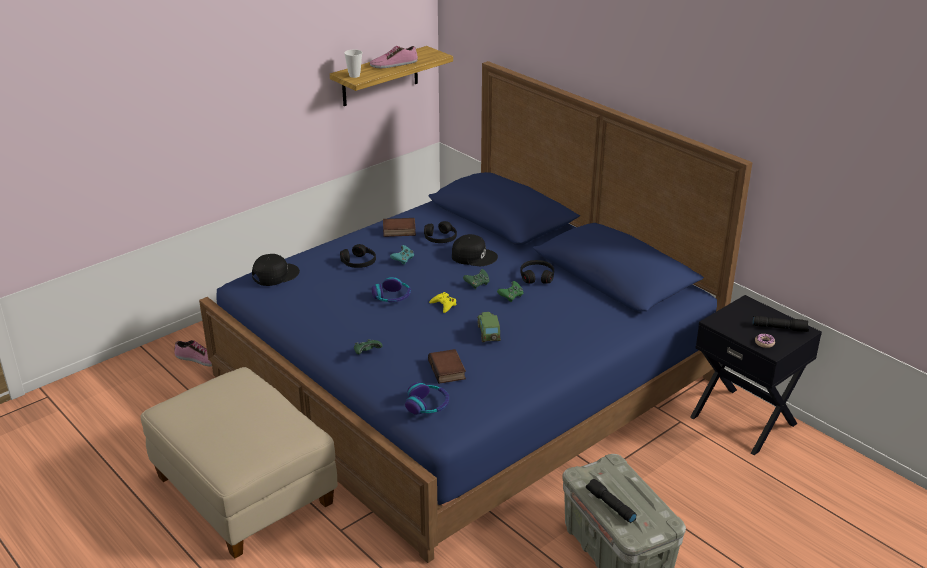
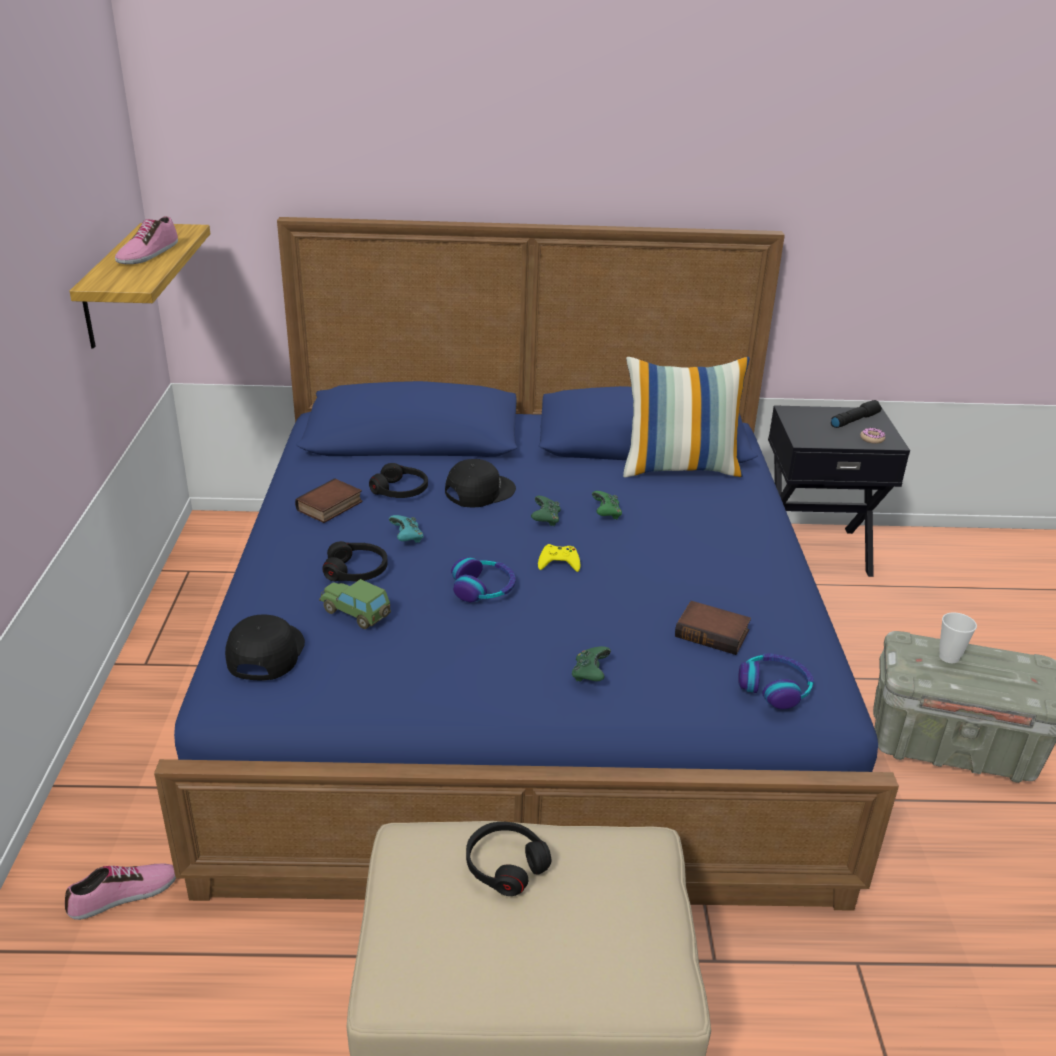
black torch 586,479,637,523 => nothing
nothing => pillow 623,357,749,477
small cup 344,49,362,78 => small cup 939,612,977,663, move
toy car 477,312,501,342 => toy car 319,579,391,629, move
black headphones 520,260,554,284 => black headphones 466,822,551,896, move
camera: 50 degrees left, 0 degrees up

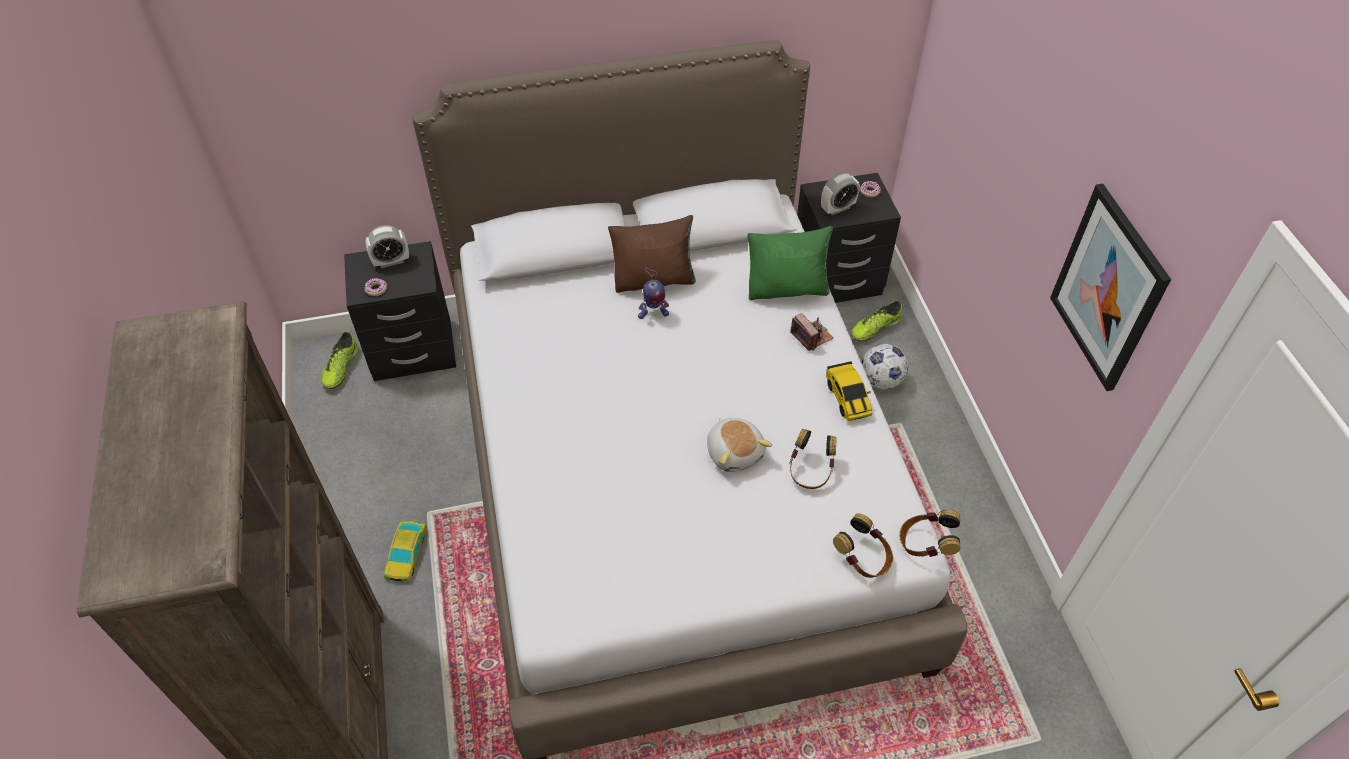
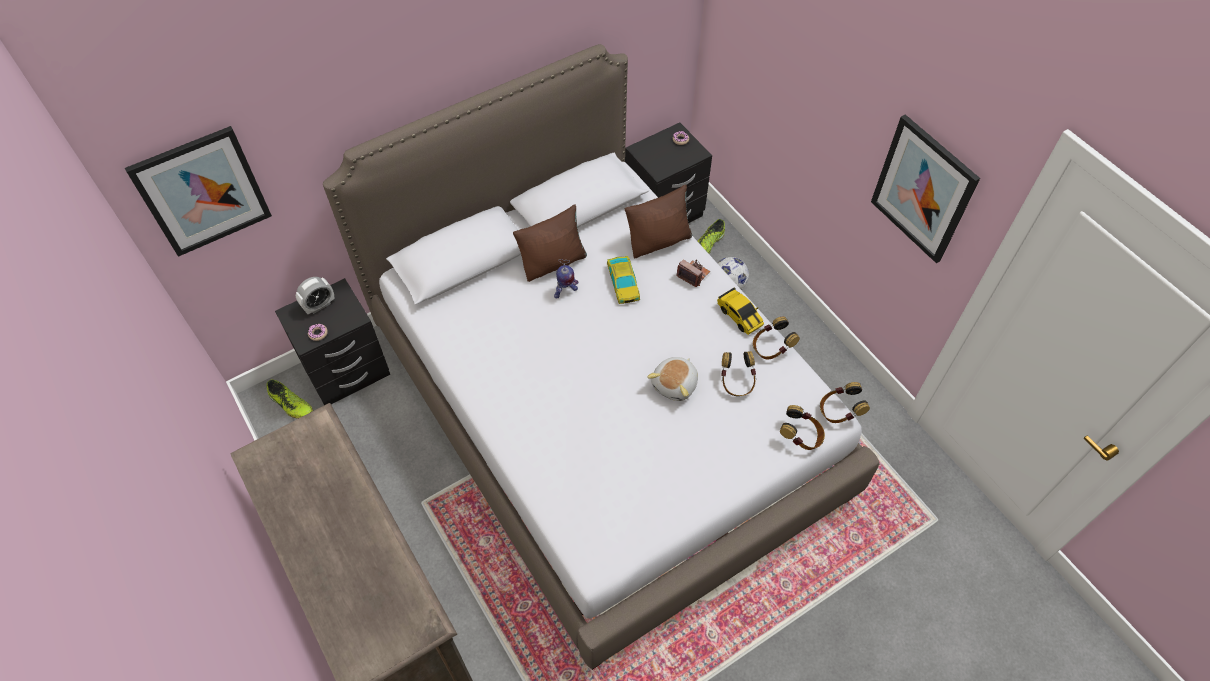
alarm clock 821,172,860,215 => nothing
nothing => wall art 125,126,272,257
nothing => headphones 753,316,800,359
toy car 384,521,427,582 => toy car 607,256,640,304, move
green-coloured pillow 747,226,833,300 => brown-coloured pillow 625,185,692,258
low shoe 321,332,359,389 => low shoe 266,379,313,419, 45 degrees counterclockwise
cuddly toy 707,418,772,472 => cuddly toy 647,357,698,401, 75 degrees clockwise
camera: 20 degrees left, 5 degrees up

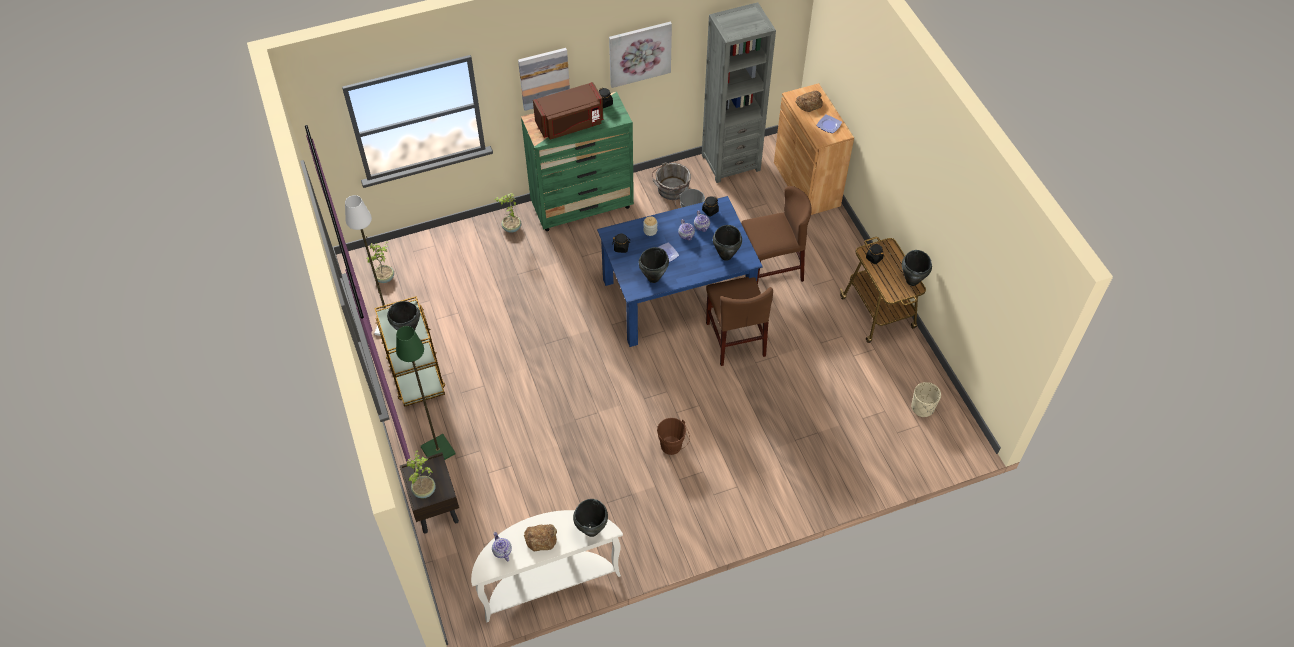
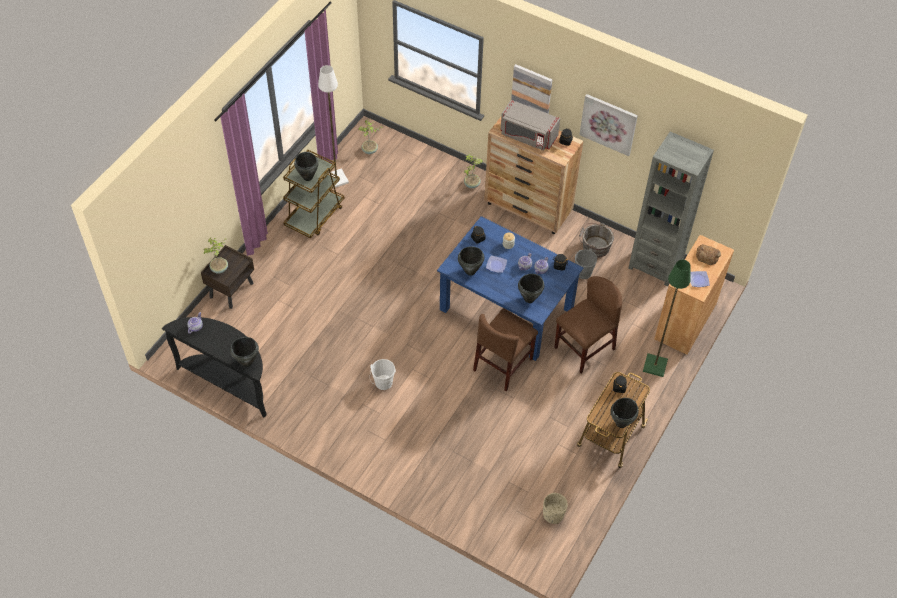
bakery bread 524,524,557,551 => nothing
green-coloured standard lamp 396,326,456,460 => green-coloured standard lamp 643,260,691,377, move
white-coloured hall table 471,510,623,623 => black hall table 162,317,267,418
green-coloured chest of drawers 521,92,634,231 => brown-coloured chest of drawers 484,117,583,234
brown-coloured kitchen microwave 533,82,603,140 => gray kitchen microwave 500,100,560,151
brown-coloured bucket 657,418,690,455 => white-coloured bucket 370,359,396,390
brown-coloured chair 741,186,812,284 => brown-coloured chair 554,276,622,373, 75 degrees counterclockwise
camera: 50 degrees right, 0 degrees up

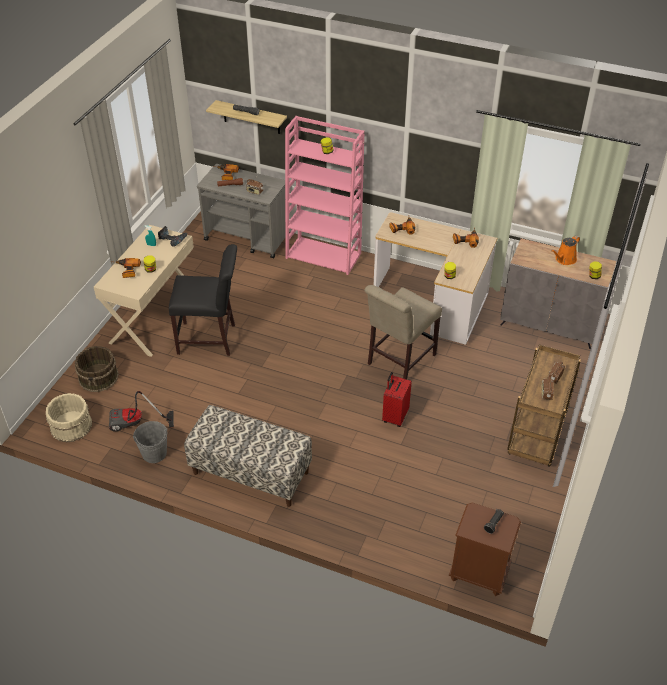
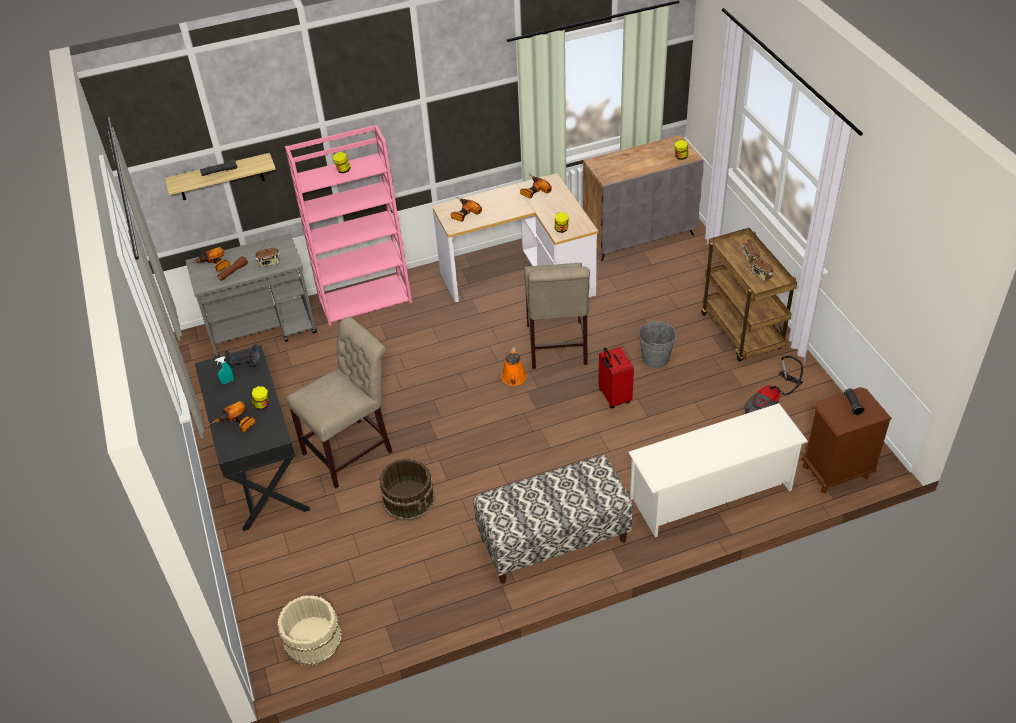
nothing => white-coloured shoe rack 628,403,808,537
brown-coloured bucket 75,346,119,392 => brown-coloured bucket 379,458,435,521, move
vacuum 109,391,174,432 => vacuum 744,356,803,414, move
gray bucket 133,421,168,463 => gray bucket 639,321,676,368, move
orangey sprinkling can 551,235,580,265 => orangey sprinkling can 502,347,527,386, move
beige desk 94,225,194,357 => black desk 195,345,310,531
black chair 169,244,237,356 => beige chair 286,316,393,488
camera: 40 degrees left, 0 degrees up

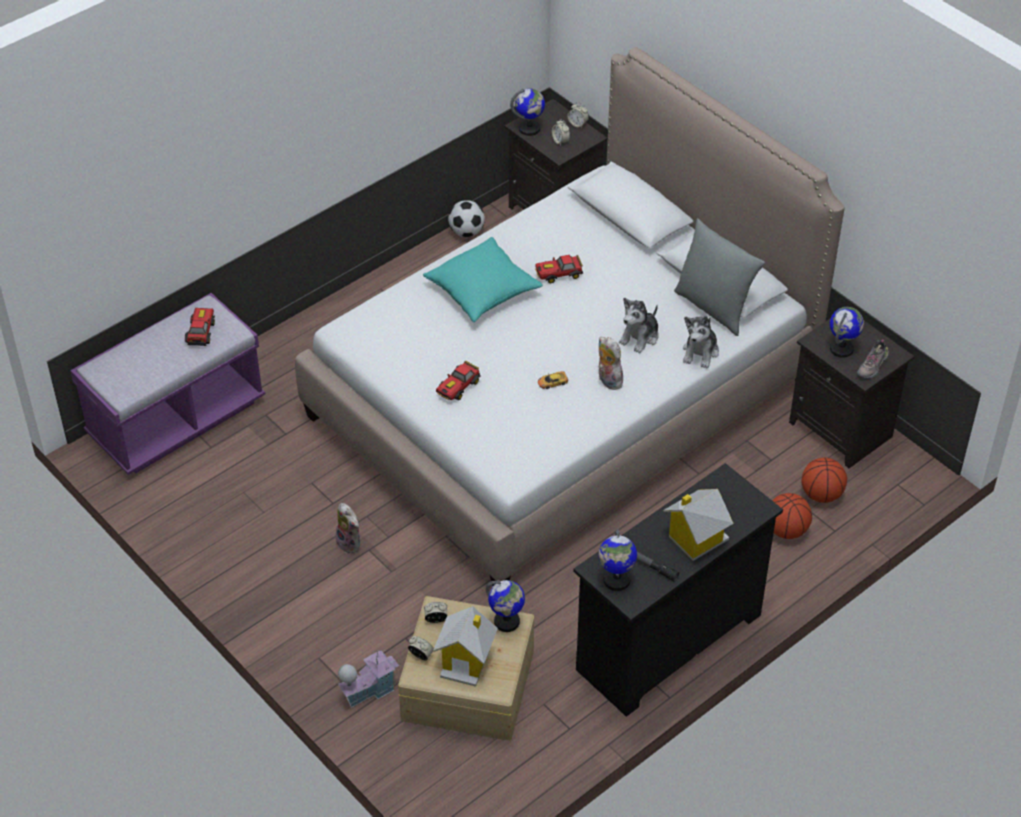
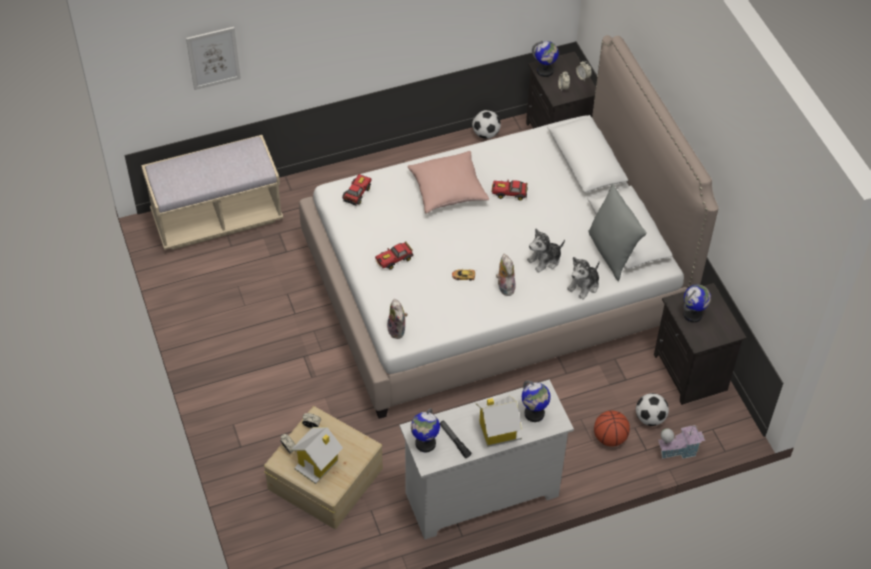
low shoe 857,339,889,379 => nothing
nothing => wall art 186,27,241,90
toy car 185,308,215,346 => toy car 342,174,372,206, move
cuddly toy 336,503,360,553 => cuddly toy 387,299,408,339, move
toy house 338,650,399,708 => toy house 658,425,705,459, move
desk globe 486,580,525,632 => desk globe 522,381,551,422, move
basketball ball 801,458,847,503 => ball for football 636,393,669,426
purplish long seat 70,293,265,475 => beige long seat 141,135,283,250
turquoise-coloured pillow 423,237,543,322 => pink pillow 408,151,489,214
black chest of drawers 573,463,783,717 => white-coloured chest of drawers 400,379,574,540
camera: 20 degrees right, 5 degrees up

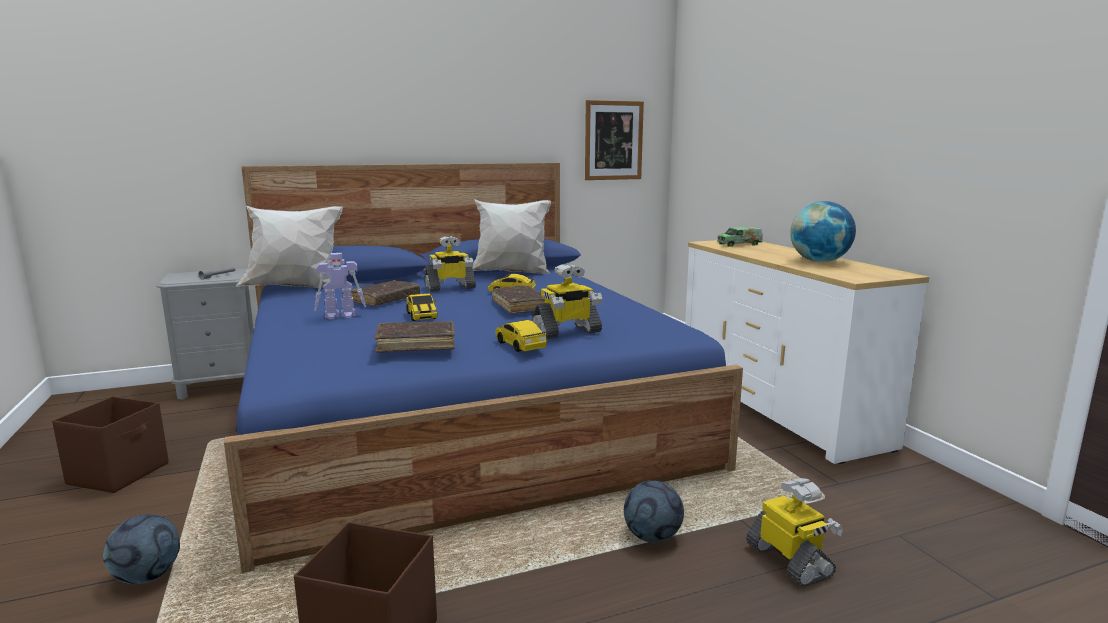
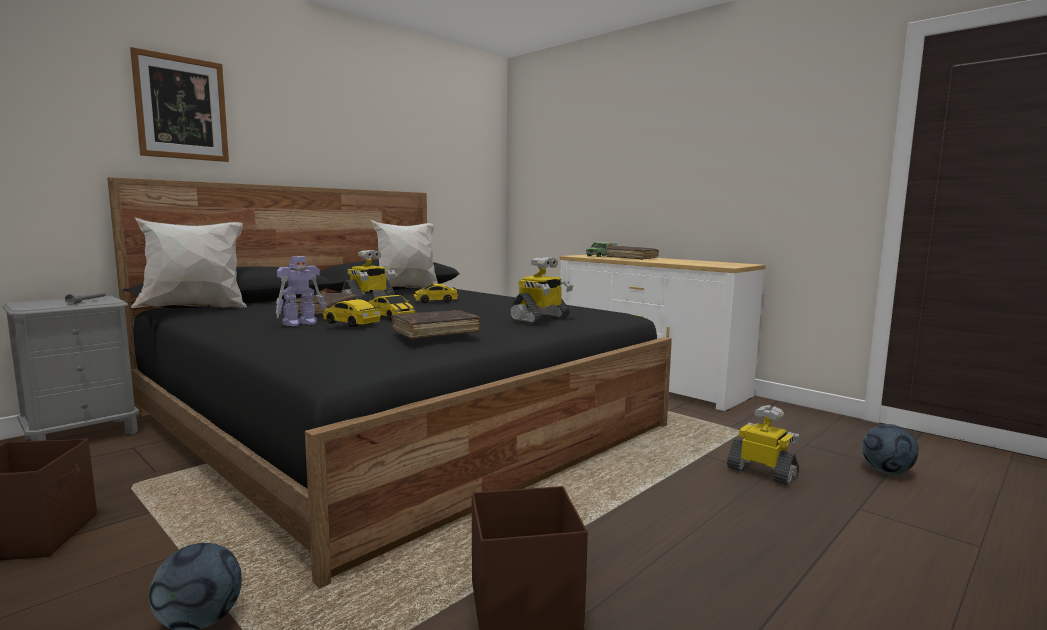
desk globe 790,201,856,262 => nothing
brown-coloured book 492,285,545,314 => brown-coloured book 606,246,659,260, move
toy car 495,320,547,352 => toy car 323,299,381,327, move
wall art 585,100,644,180 => wall art 130,47,229,162, move
ball for football 624,481,684,543 => ball for football 862,424,919,475, move
bluish bedroom bed 224,163,743,573 => black bedroom bed 107,177,672,588
camera: 25 degrees left, 5 degrees down

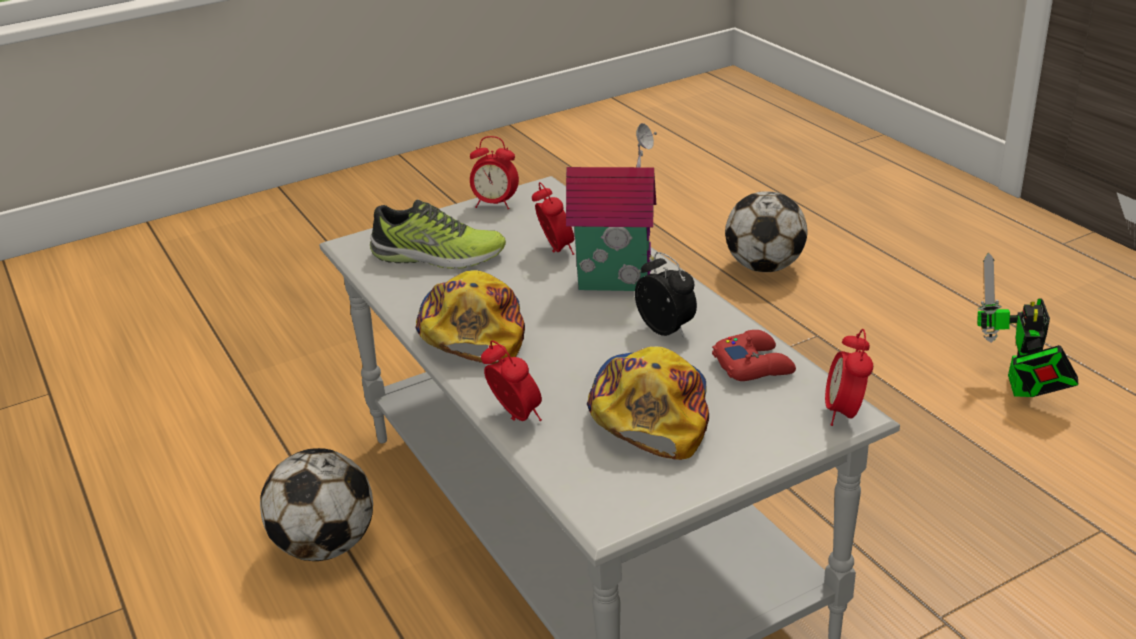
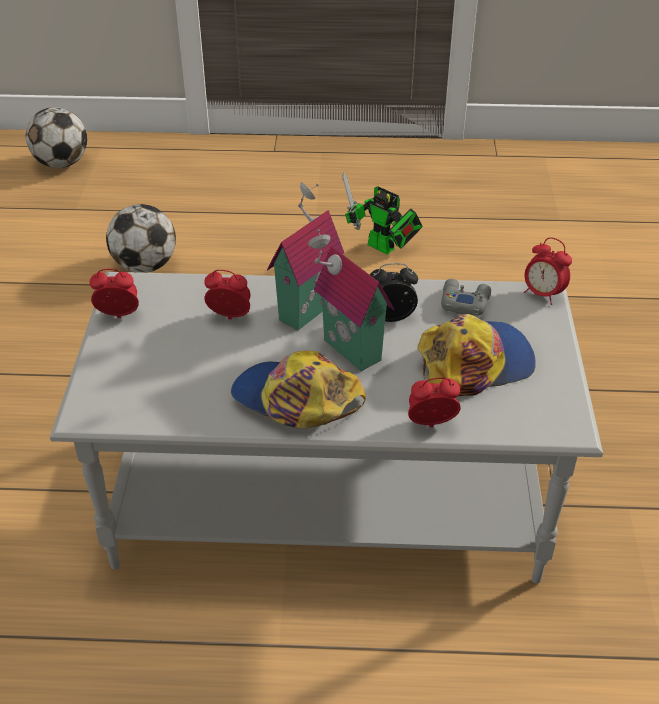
low shoe 370,199,506,269 => nothing
nothing => toy house 308,229,394,371
ball for football 260,448,373,561 => ball for football 25,107,87,168, move
red-coloured gamepad 712,330,796,381 => gray gamepad 441,279,491,316
alarm clock 470,136,519,210 => alarm clock 90,269,139,318, 135 degrees counterclockwise
peaked cap 587,346,709,460 => peaked cap 417,314,536,396, 120 degrees clockwise
camera: 60 degrees left, 10 degrees up

